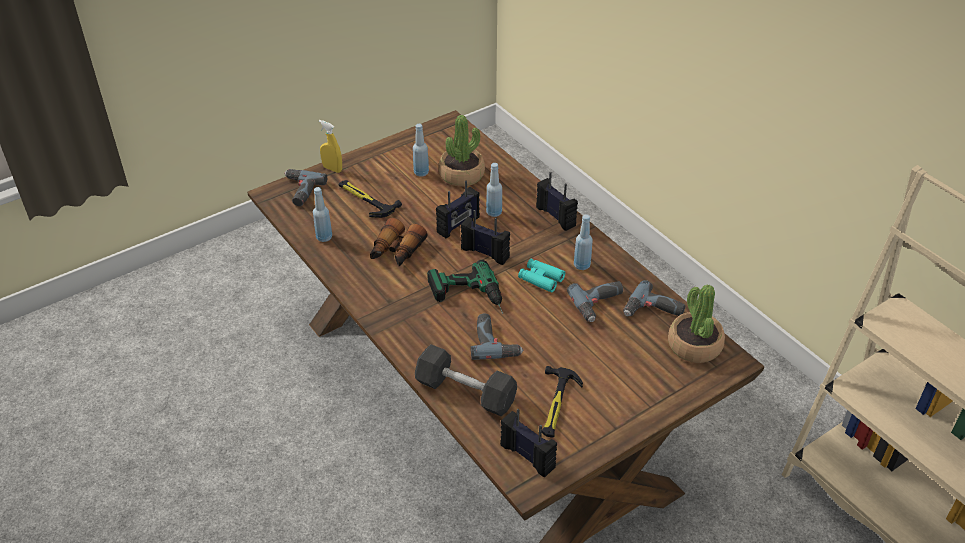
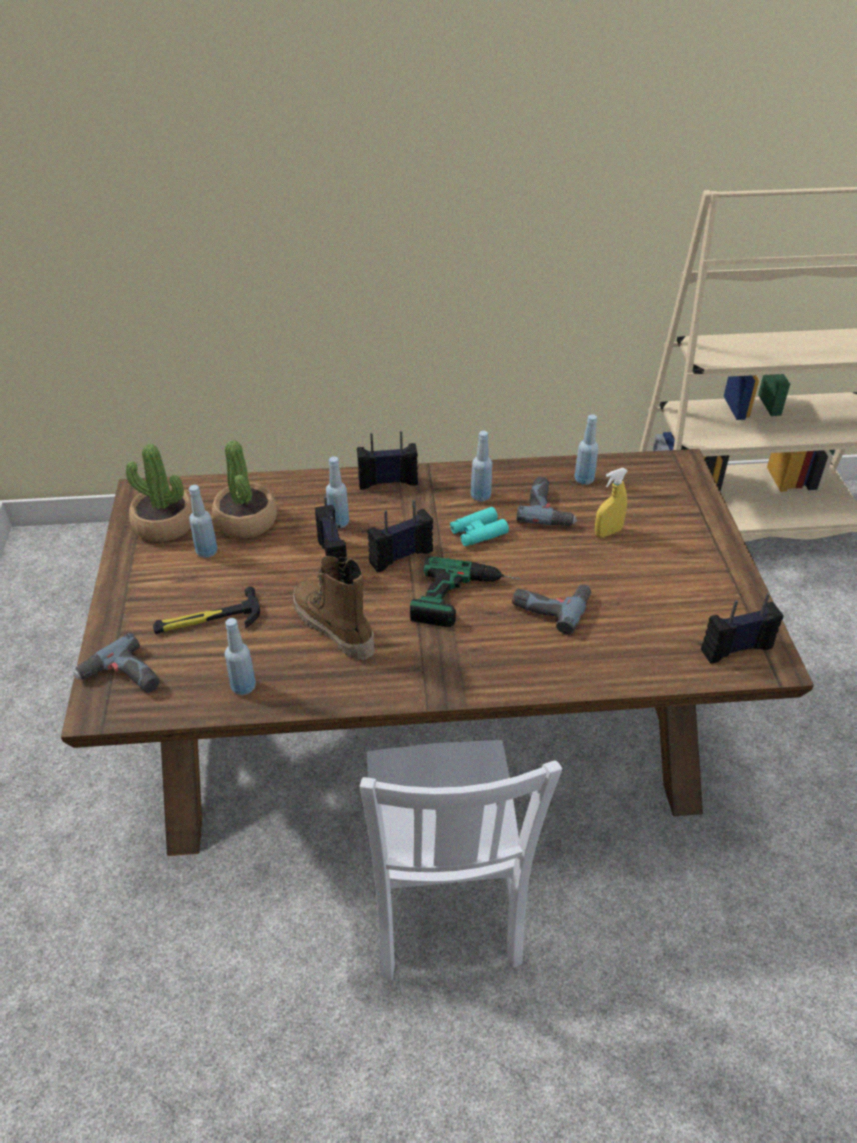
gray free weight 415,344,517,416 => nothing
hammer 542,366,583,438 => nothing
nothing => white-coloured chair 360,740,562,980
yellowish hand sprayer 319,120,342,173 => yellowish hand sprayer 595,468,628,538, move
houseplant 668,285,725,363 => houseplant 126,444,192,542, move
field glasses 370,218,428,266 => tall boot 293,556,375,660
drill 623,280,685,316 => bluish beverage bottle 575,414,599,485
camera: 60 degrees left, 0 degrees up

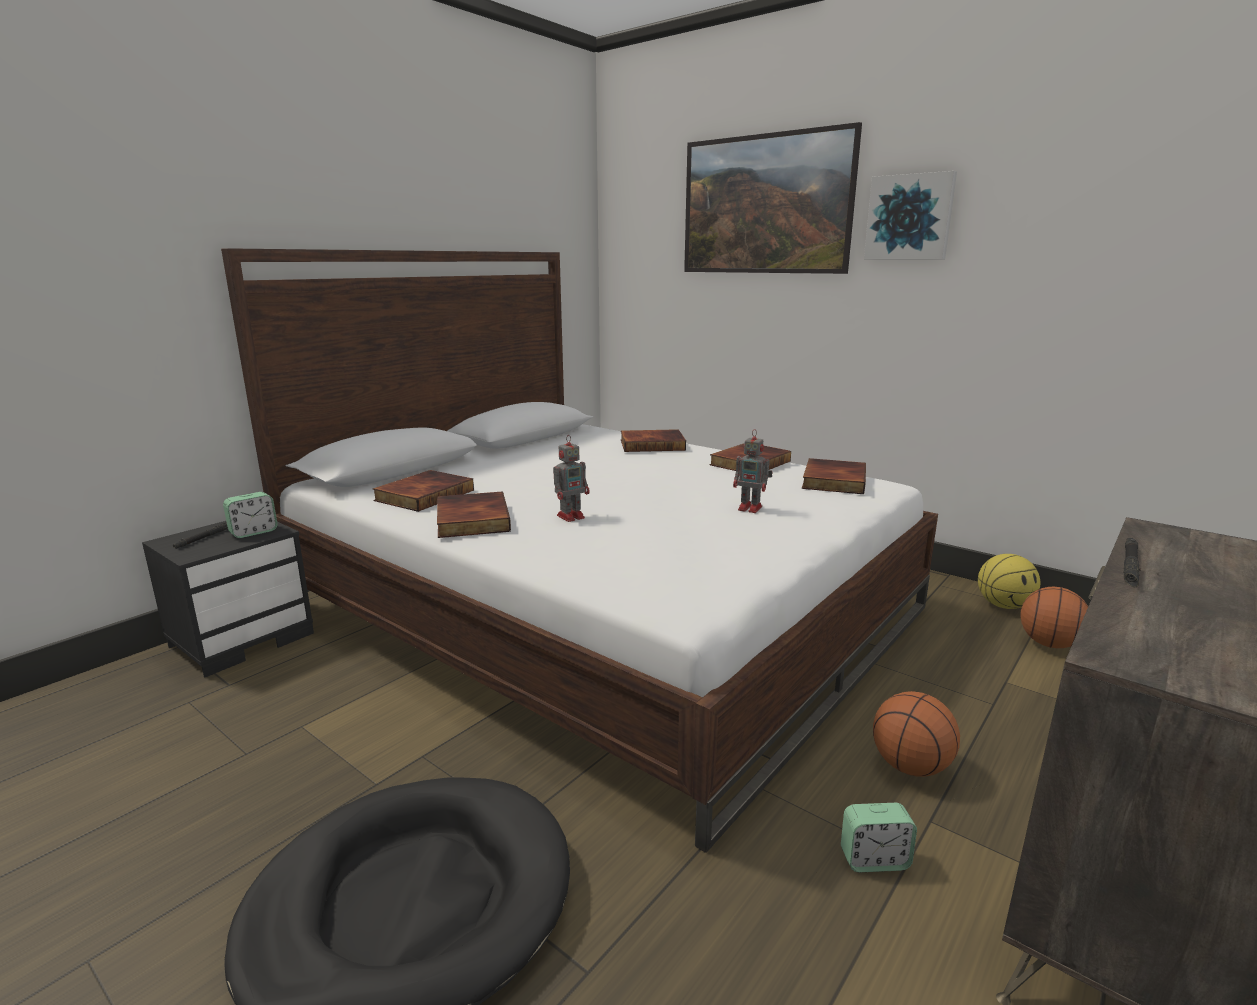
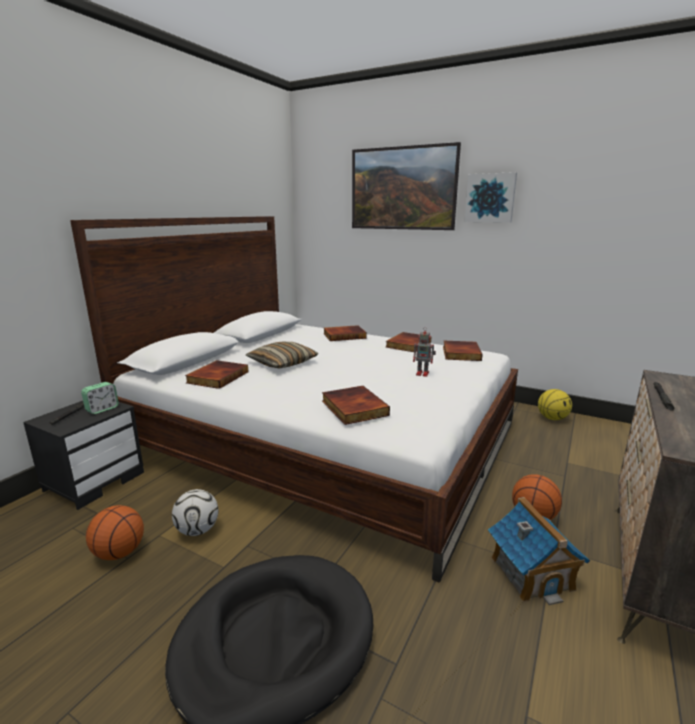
toy robot 553,435,590,522 => nothing
nothing => ball for football 172,489,218,536
nothing => pillow 246,342,319,368
book 437,491,511,538 => book 322,386,390,425, move
basketball ball 1020,587,1088,648 => basketball ball 86,505,144,560, move
alarm clock 841,803,917,872 => toy house 488,497,590,605
camera: 10 degrees left, 0 degrees up

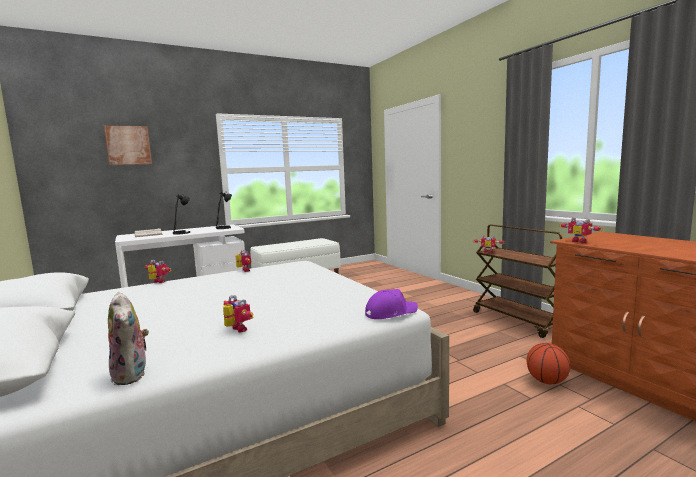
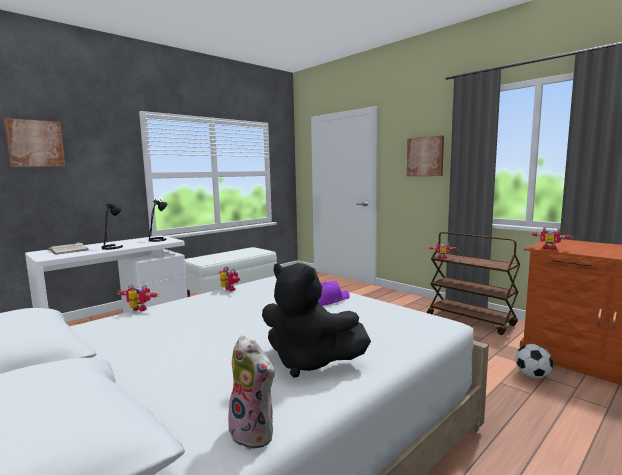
nothing => wall art 407,135,444,176
purplish peaked cap 365,289,418,319 => purplish peaked cap 318,281,350,306, move
toy robot 223,295,254,332 => black cuddly toy 262,263,371,378
basketball ball 527,343,570,384 => ball for football 515,344,553,378
camera: 15 degrees left, 0 degrees up

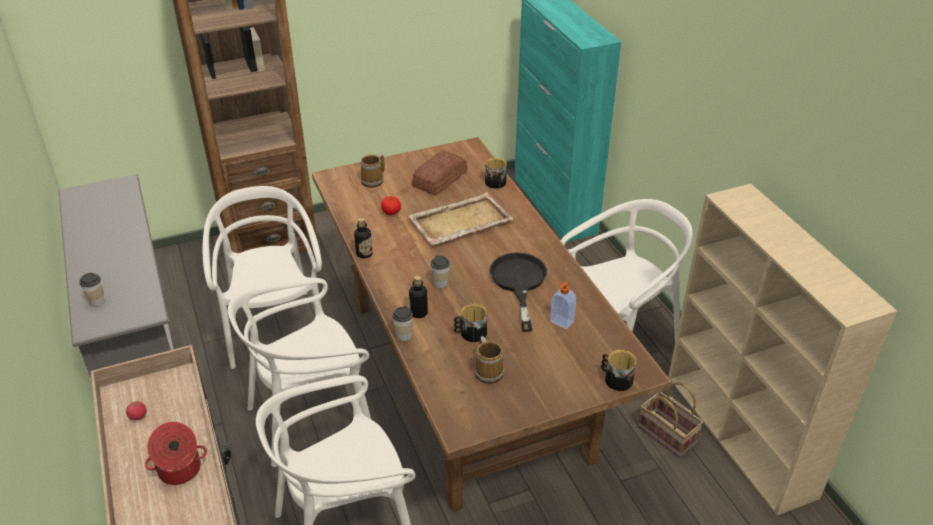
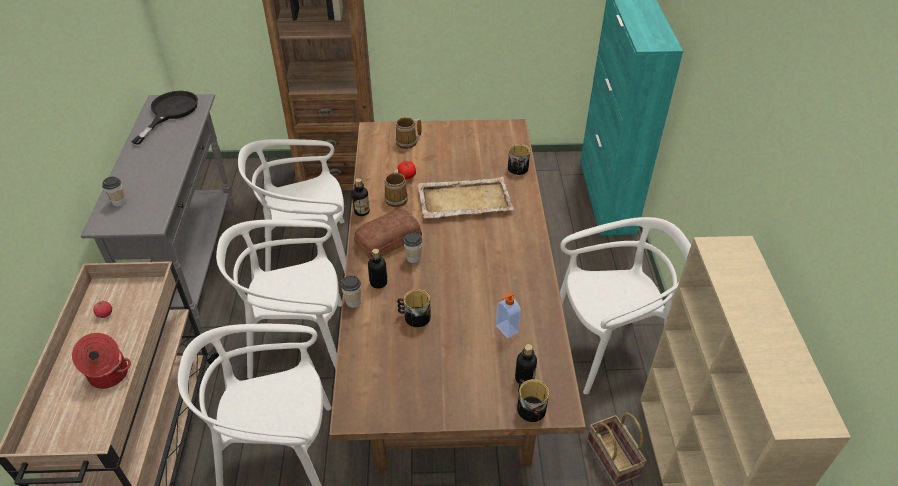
nothing => beverage bottle 515,344,537,384
bakery bread 412,151,468,195 => bakery bread 354,209,422,259, move
coffee mug 475,336,504,384 => coffee mug 384,169,408,207, move
black frying pan 490,253,547,332 => black frying pan 131,91,198,145, move
white-coloured chair 203,186,322,369 => white-coloured chair 238,139,346,273, 105 degrees counterclockwise
camera: 20 degrees right, 5 degrees up

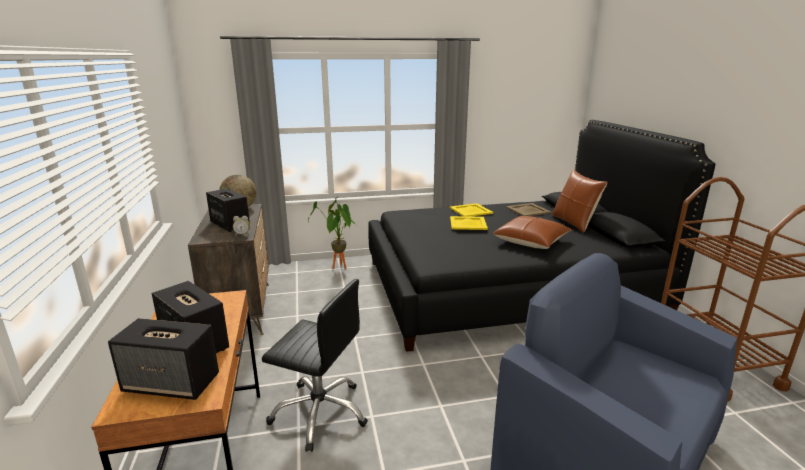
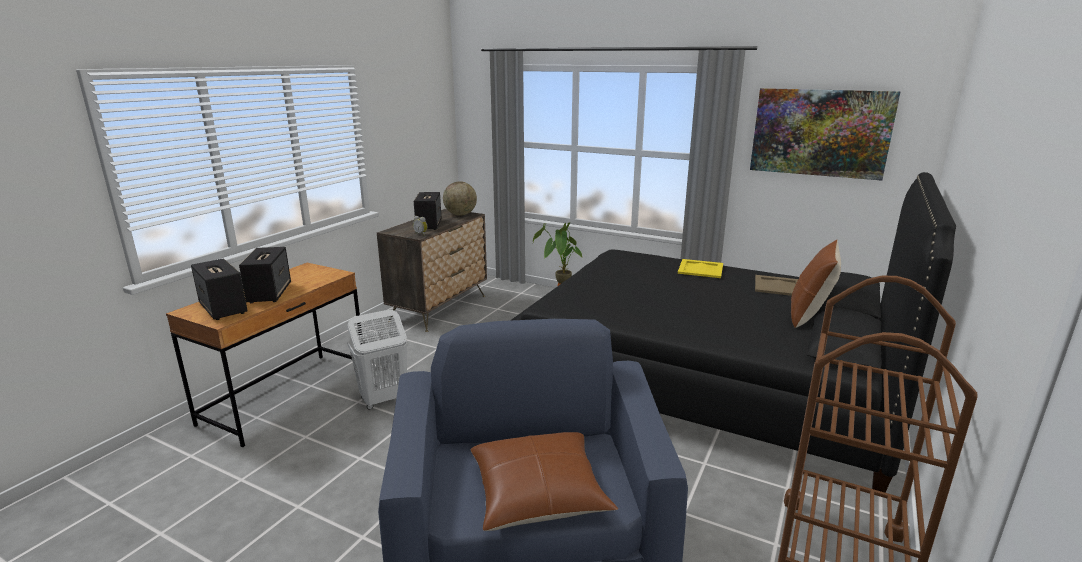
yellowish serving tray 450,216,488,230 => nothing
nothing => wall art 750,88,901,181
brown-coloured pillow 493,216,572,249 => brown-coloured pillow 471,432,618,531, move
black computer chair 262,279,368,452 => white-coloured washing basket 347,309,408,410
camera: 40 degrees right, 0 degrees up

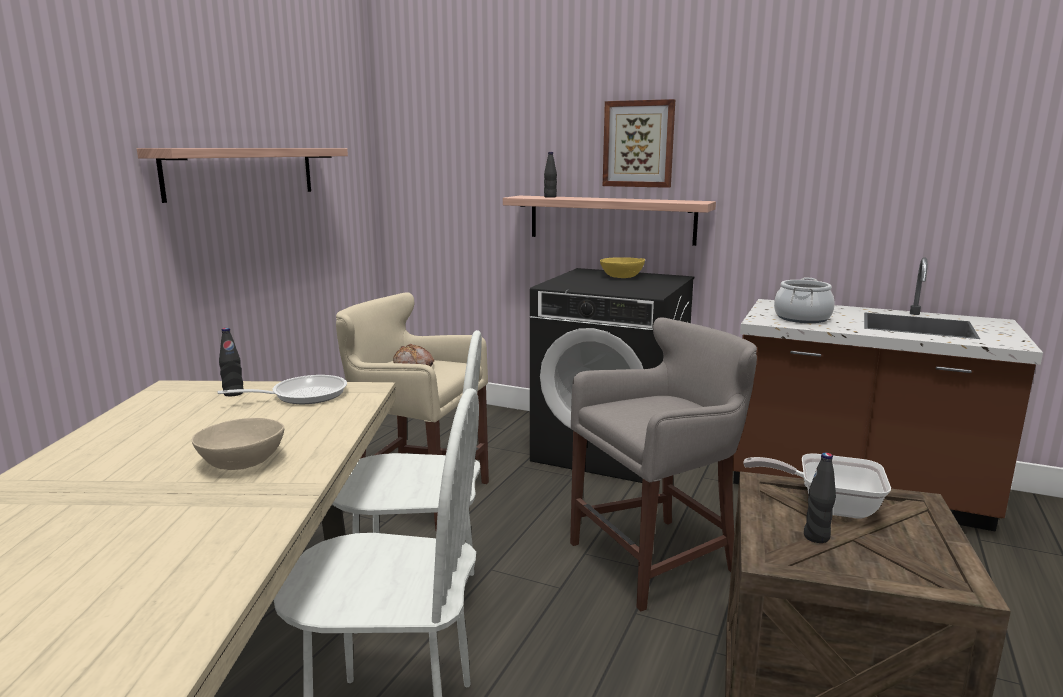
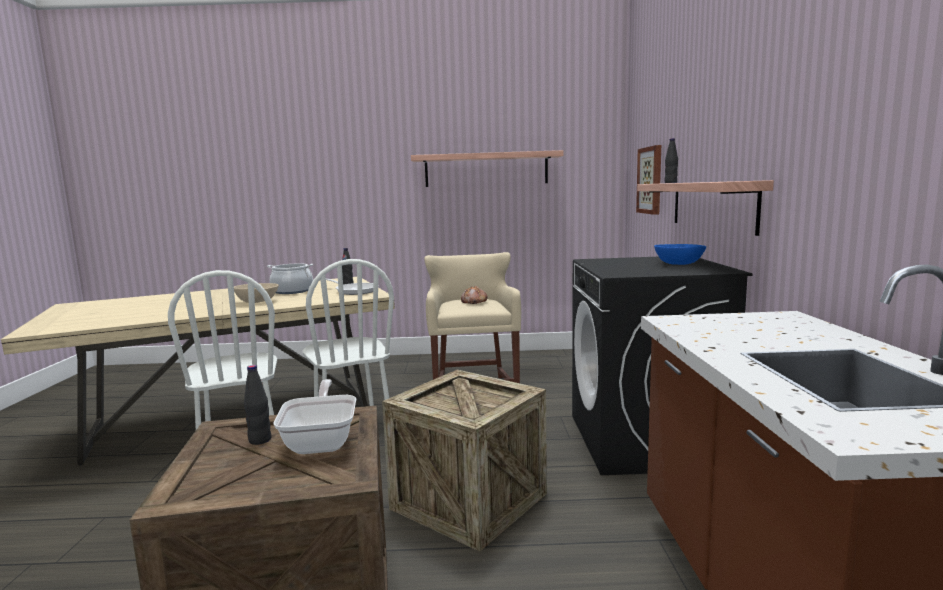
wall art 603,99,675,188 => wall art 636,145,661,215, move
saucepot 774,278,835,323 => saucepot 267,263,313,294, move
gray sitting stool 570,317,757,611 => packing crate 382,369,547,552
yellowish bowl 600,257,645,278 => bluish bowl 654,244,706,265
camera: 65 degrees right, 5 degrees down

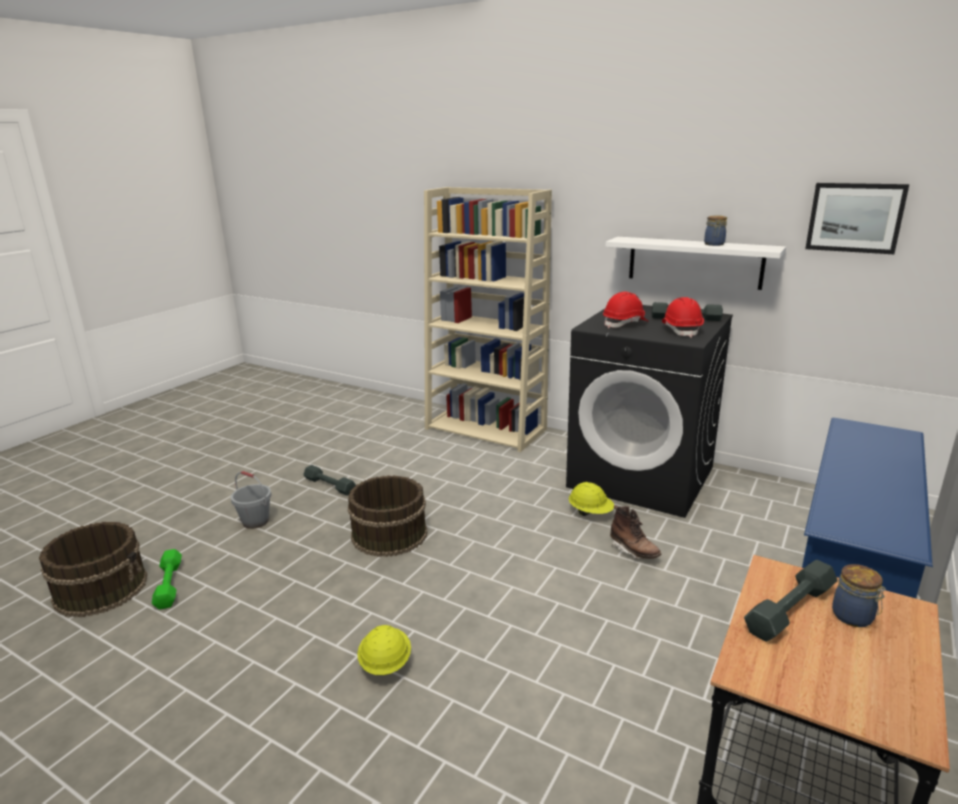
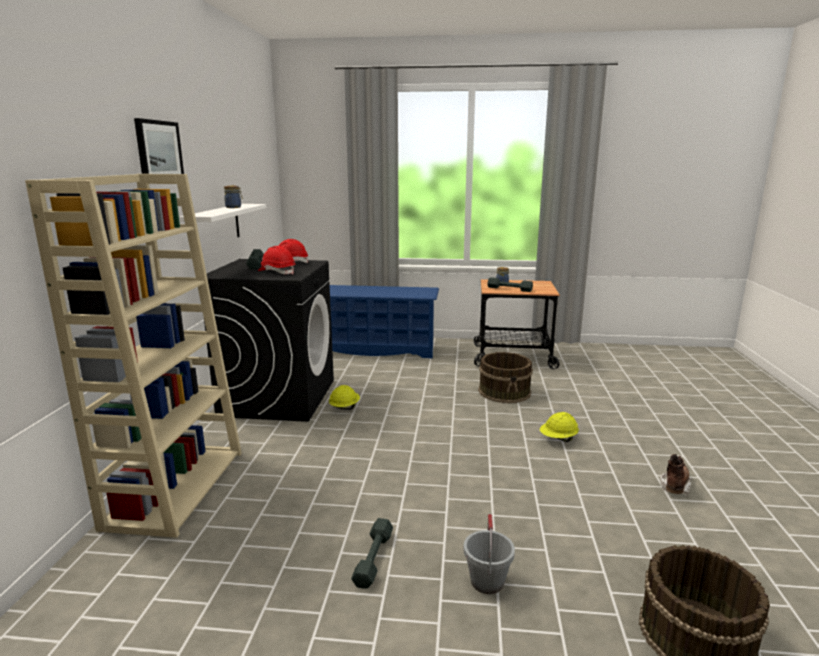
green-coloured free weight 152,549,182,610 => nothing
brown-coloured bucket 348,475,427,557 => brown-coloured bucket 478,352,533,403, move
brown-coloured tall boot 610,505,661,559 => brown-coloured tall boot 660,454,692,497, move
wall art 805,183,909,254 => wall art 134,118,184,174, move
camera: 115 degrees left, 5 degrees down

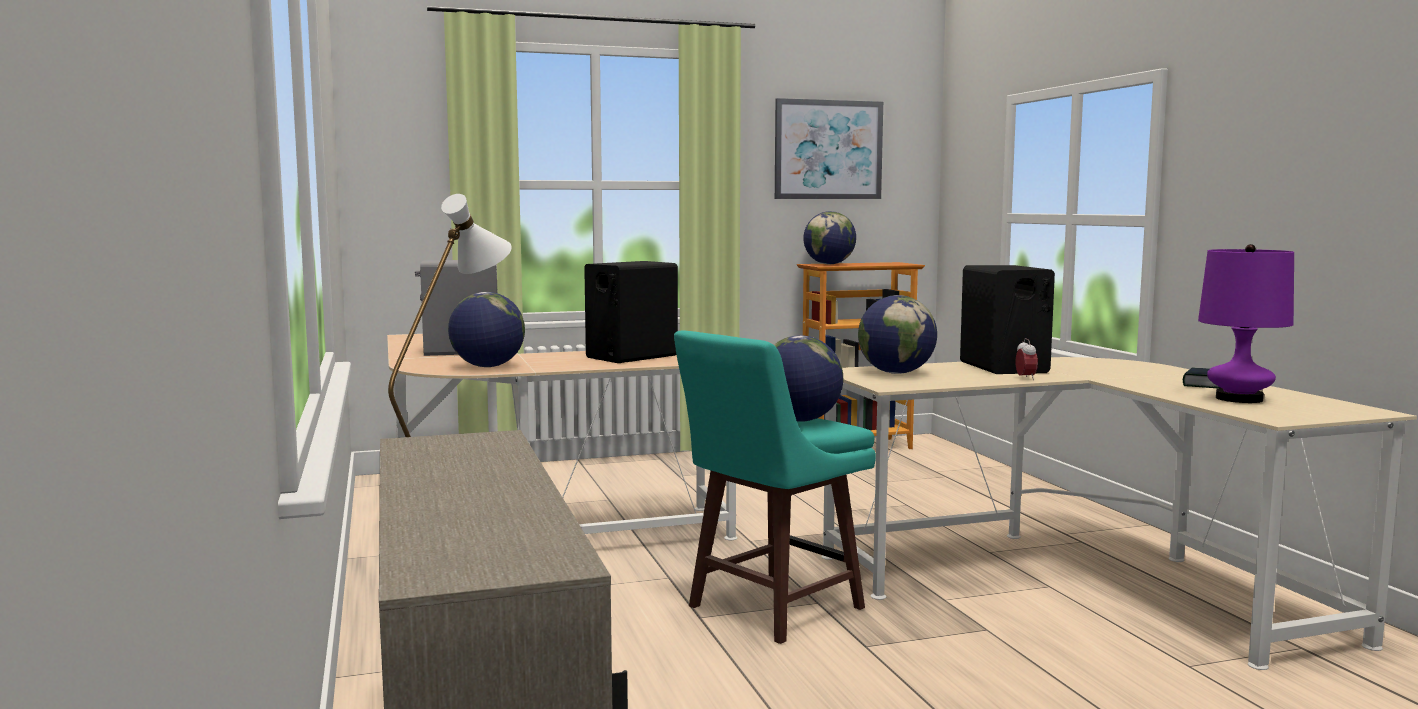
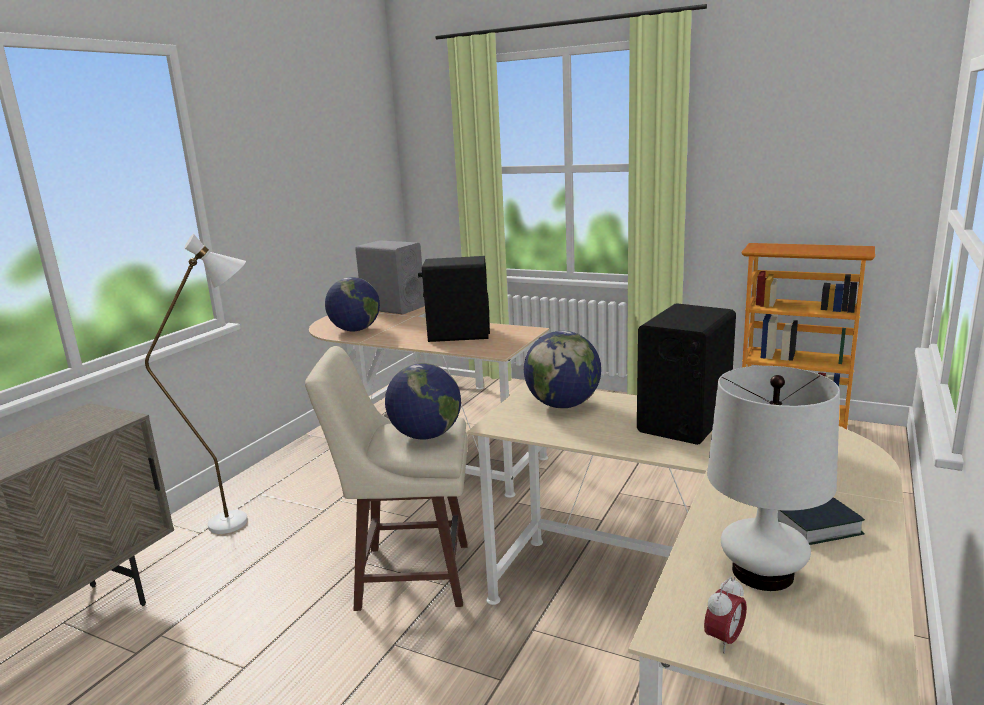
wall art 775,98,883,199 => nothing
desk globe 803,211,856,264 => nothing
alarm clock 1016,338,1038,380 => alarm clock 704,577,747,654, move
turquoise-coloured sitting stool 674,331,876,644 => beige sitting stool 305,346,468,611
purplish lamp for a table 1198,244,1294,403 => white-coloured lamp for a table 707,366,840,591
camera: 45 degrees right, 10 degrees up

